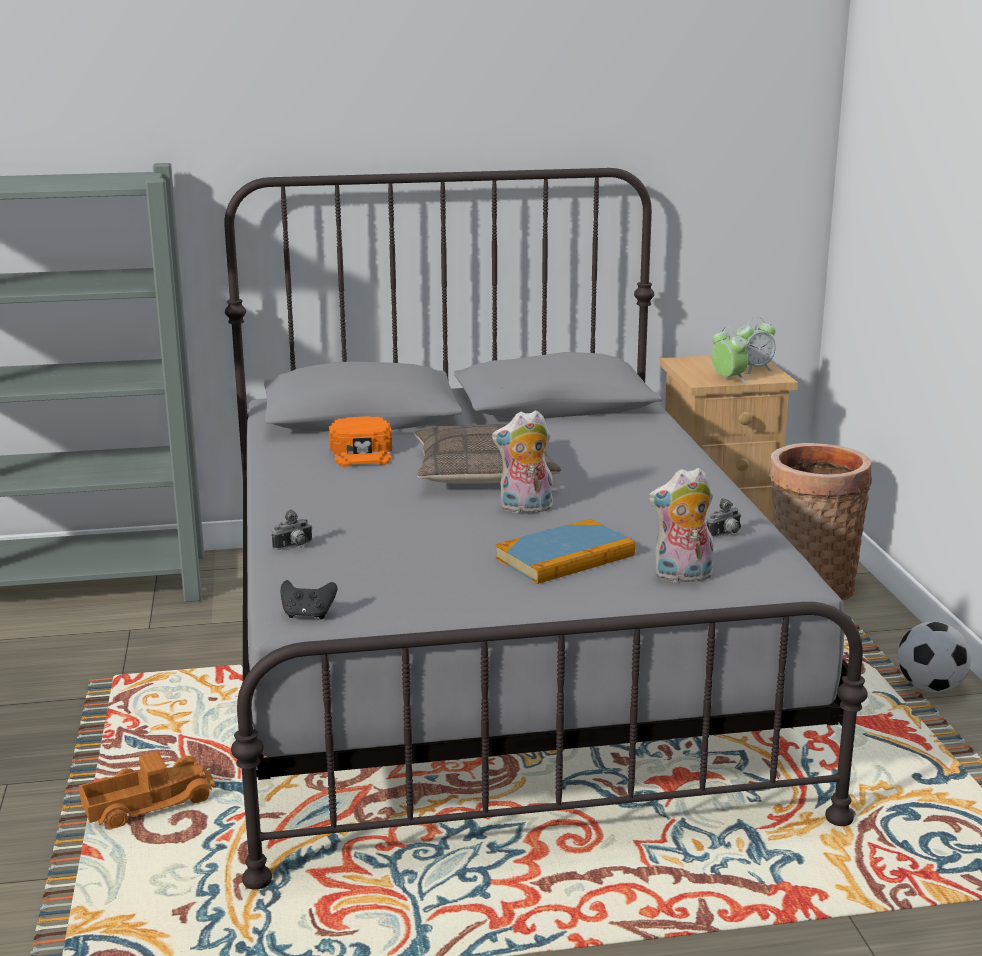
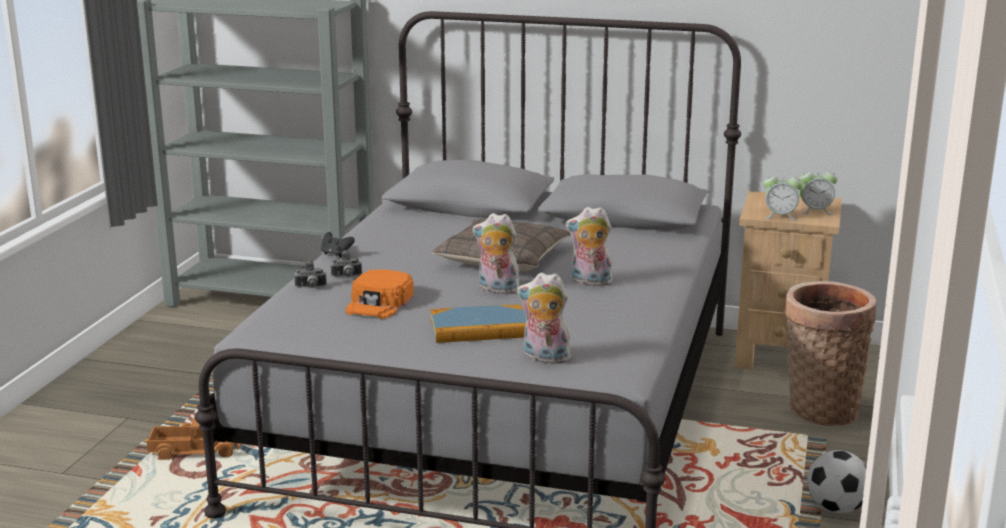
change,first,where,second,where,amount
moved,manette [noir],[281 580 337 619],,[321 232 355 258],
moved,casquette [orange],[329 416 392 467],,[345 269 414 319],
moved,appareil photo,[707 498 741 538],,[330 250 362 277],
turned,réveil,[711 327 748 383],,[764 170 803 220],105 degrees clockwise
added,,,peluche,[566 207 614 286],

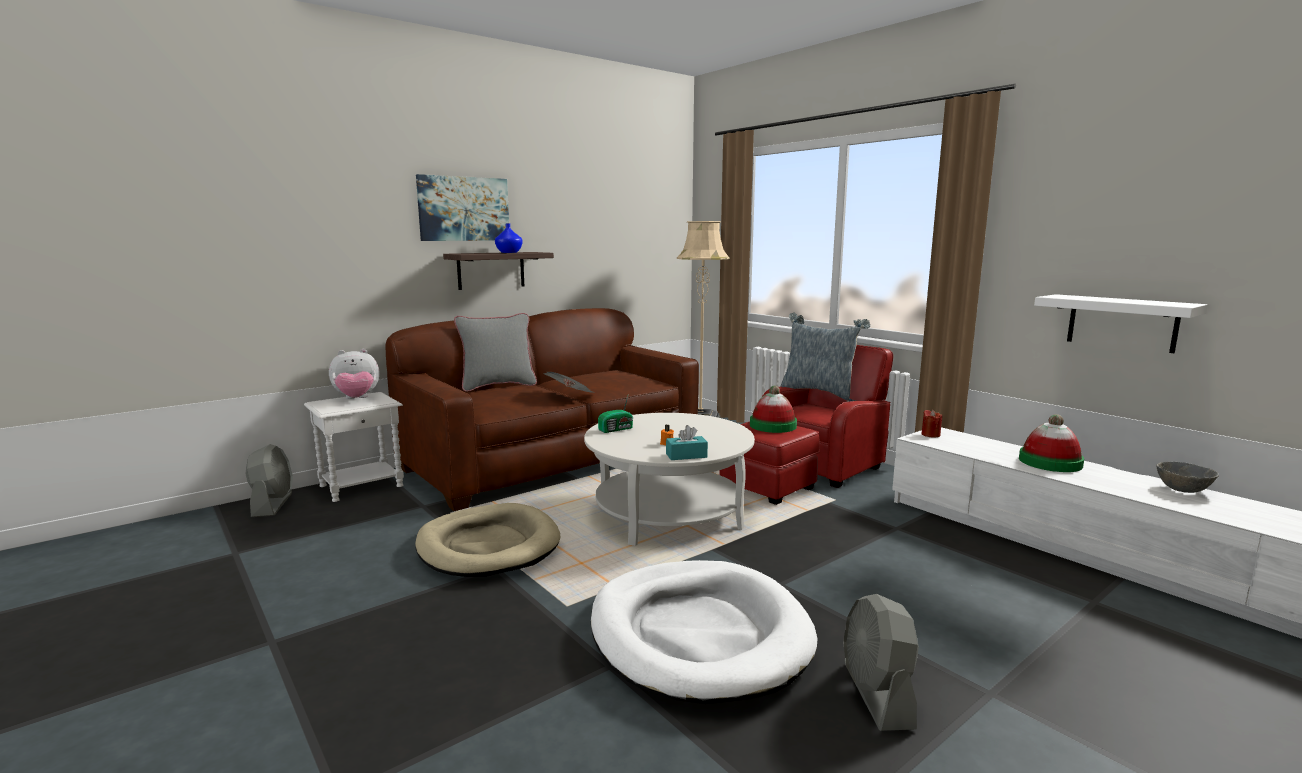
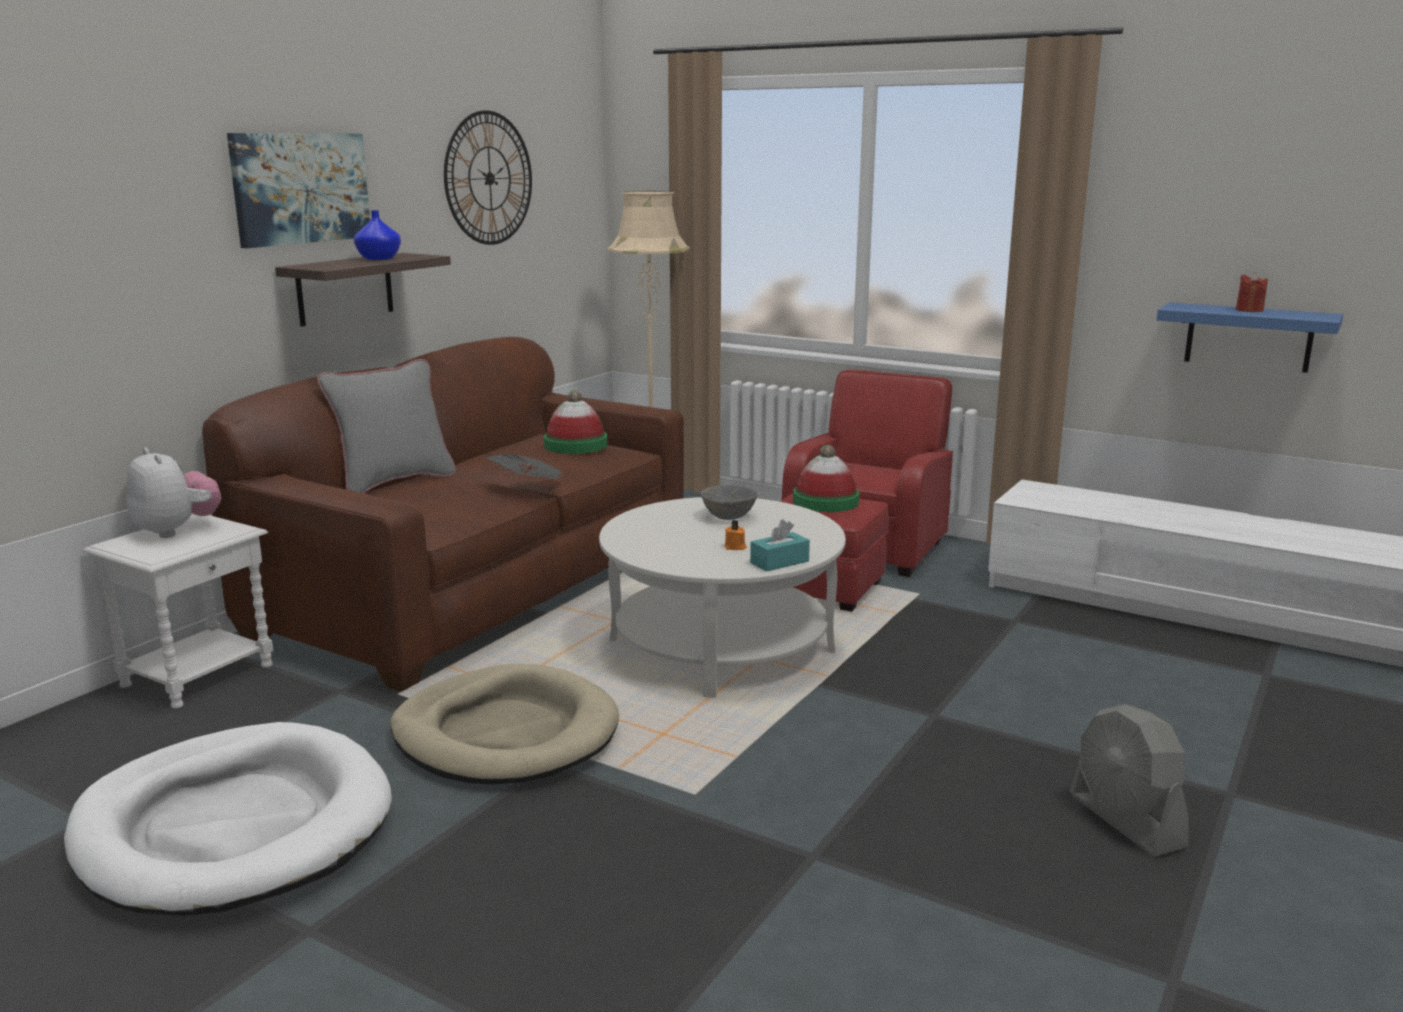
change,first,where,second,where,amount
removed,ventilateur [gris],[245 444 293 517],,,
turned,peluche,[329 349 379 399],,[126 447 222 538],90 degrees counterclockwise
moved,panier pour chien [blanc],[591 560 818 704],,[64 722 392 916],
removed,radio,[598 393 633 433],,,
removed,coussin,[780 312 871 402],,,
moved,bougie [rouge],[921 410 942 438],,[1236 272 1268 312],
moved,chapeau,[1019 414 1084 472],,[544 390 607 454],
recoloured,étagère [blanc],[1034 294 1208 353],étagère [bleu],[1157 302 1343 373],
moved,bol [gris],[1157 461 1219 493],,[701 485 758 520],
added,,,horloge murale,[444 110 532 245],

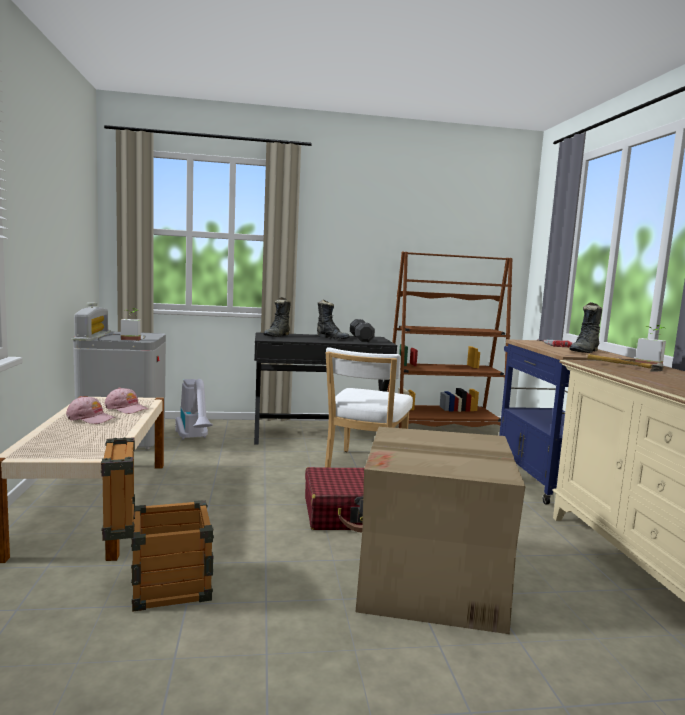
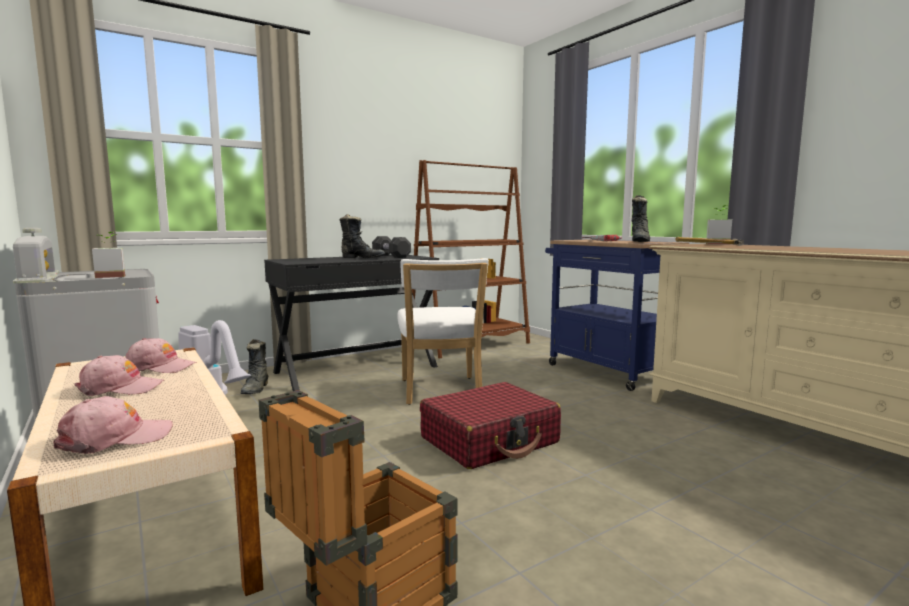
change,first,where,second,where,amount
moved,botte [noir],[263 297 291 337],,[240 339 268 394],
removed,carton,[356 427 525 634],,,
added,,,casquette [rose],[54 396 173 454],

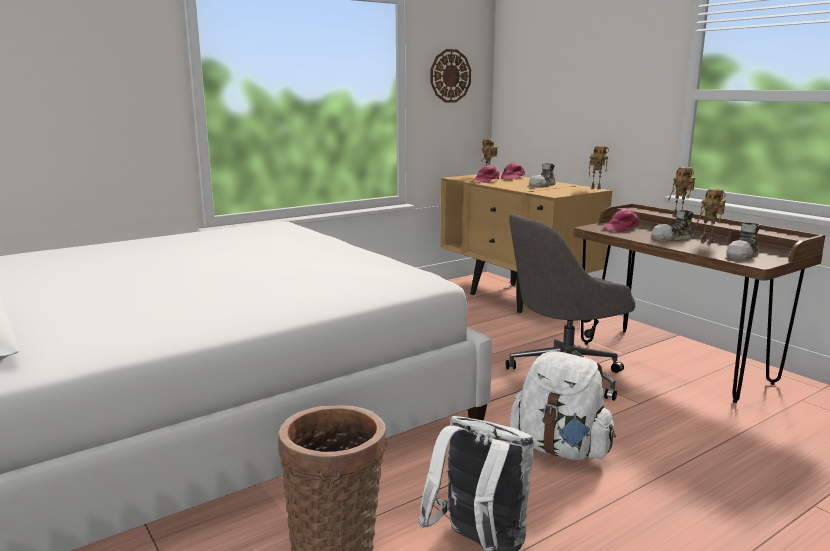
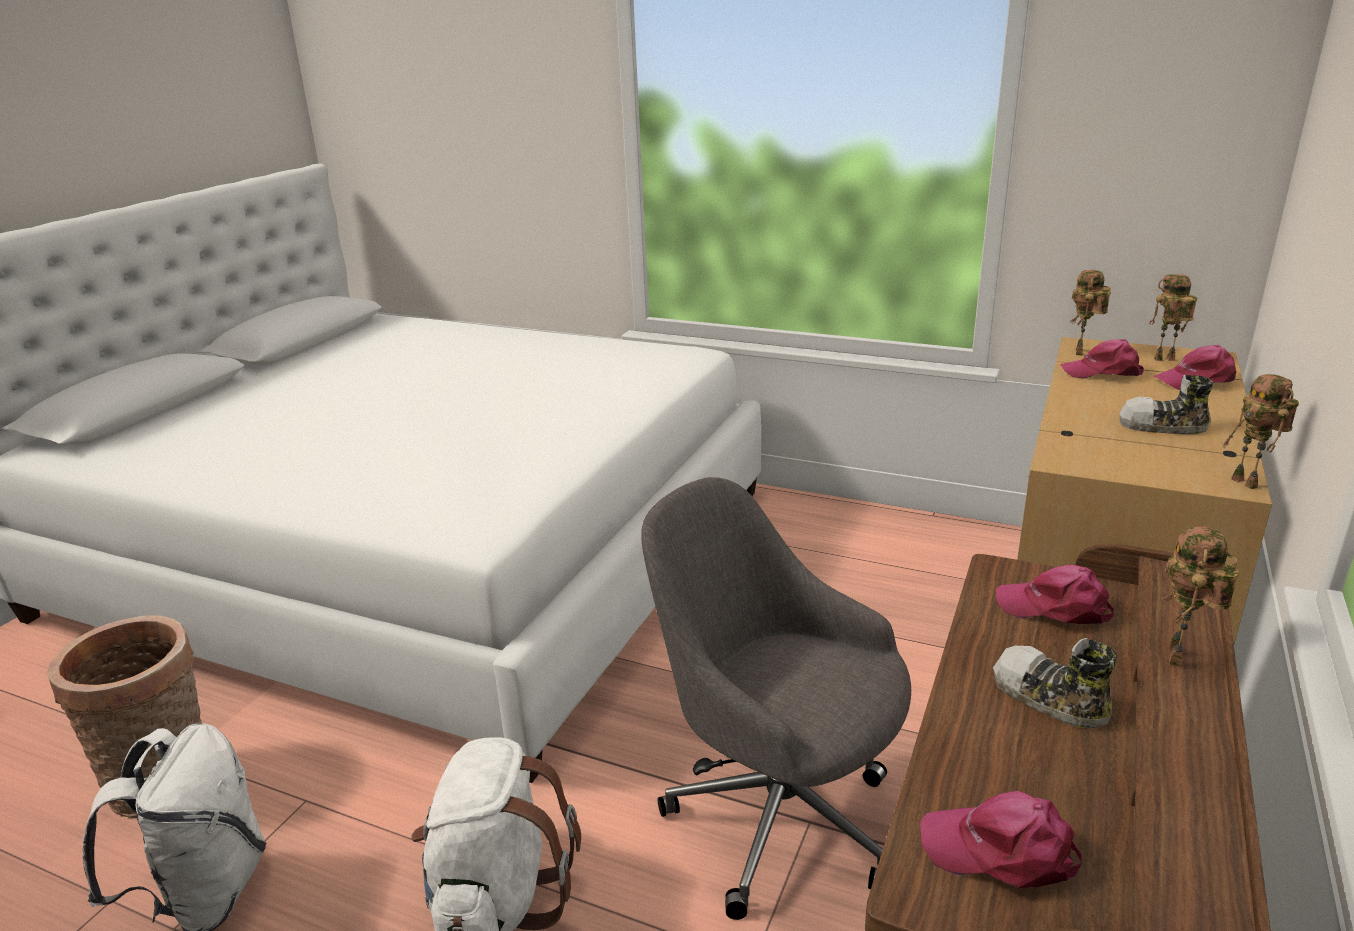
change,first,where,second,where,amount
removed,horloge murale,[431 49 471 103],,,
moved,robot jouet,[696 188 726 244],,[1070 270 1111 356],
replaced,chaussure,[726 223 760 260],casquette [rose],[920 791 1082 889],

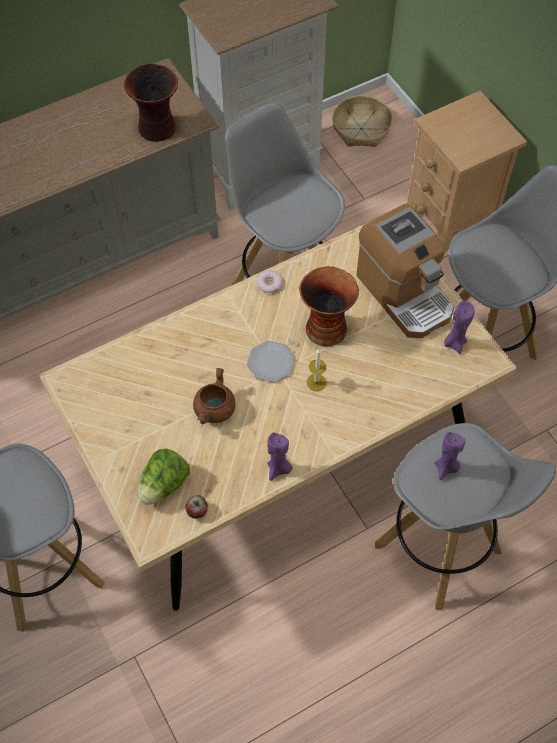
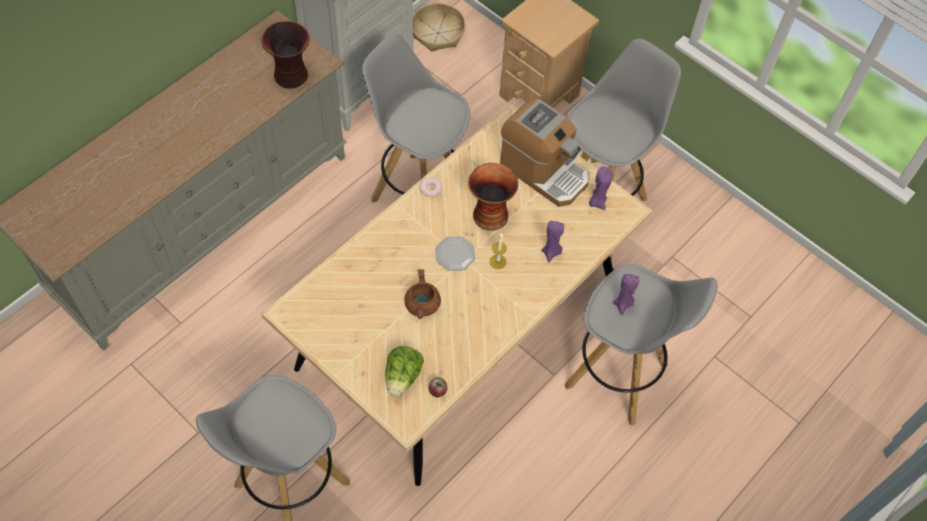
change,first,where,second,where,amount
moved,bougie [violet],[267 433 293 481],,[541 221 564 262],

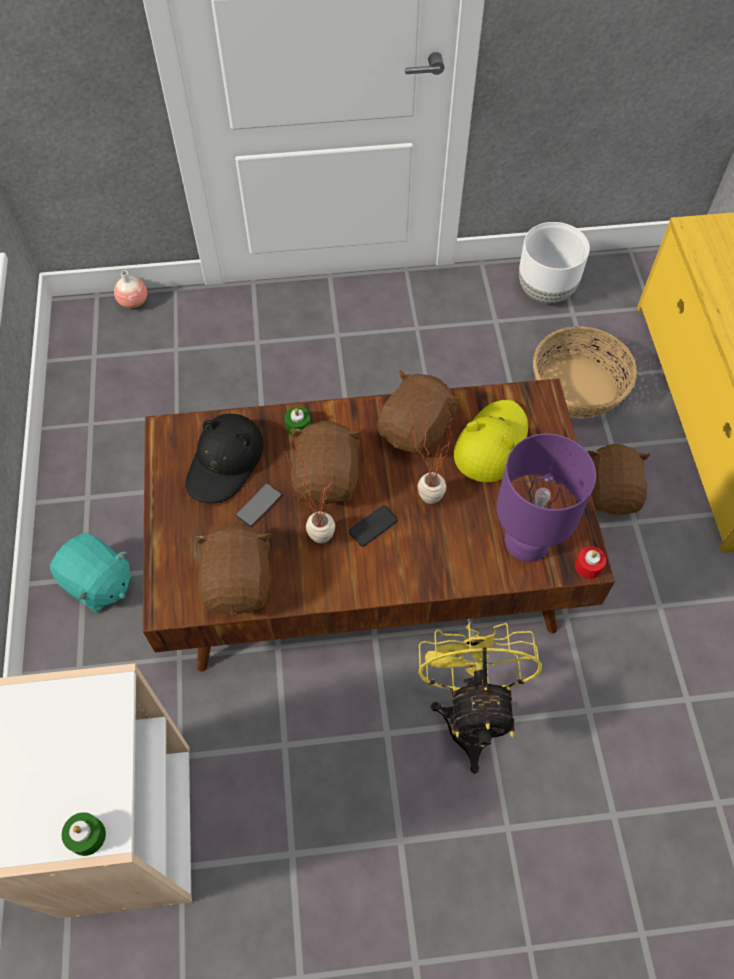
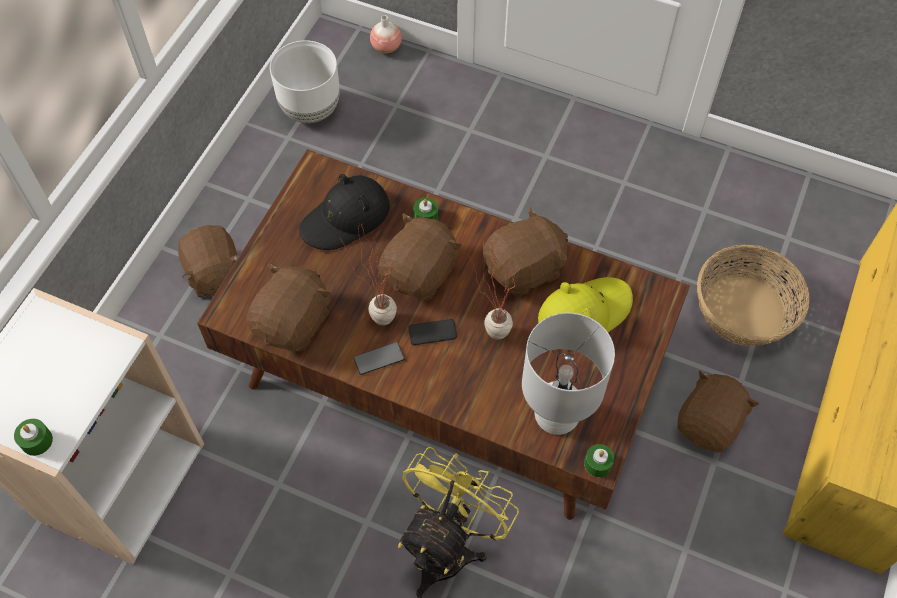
change,first,where,second,where,amount
recoloured,peluche [turquoise],[50 533 132 613],peluche [marron],[178 225 239 297],
moved,téléphone,[236 483 282 527],,[354 342 405 375],
recoloured,lampe de table [violet],[496 434 596 562],lampe de table [gris],[522 312 615 435],
moved,cache-pot [blanc],[519 222 590 303],,[270 40 340 123],
recoloured,bougie [rouge],[575 546 606 579],bougie [vert],[584 444 614 477],

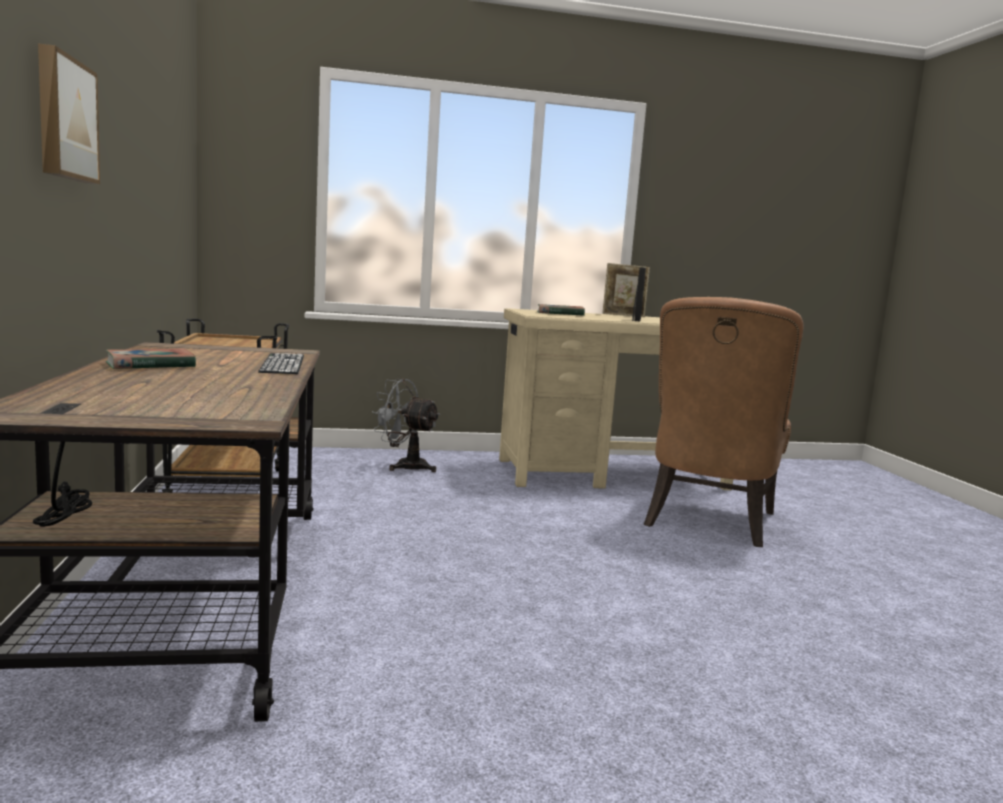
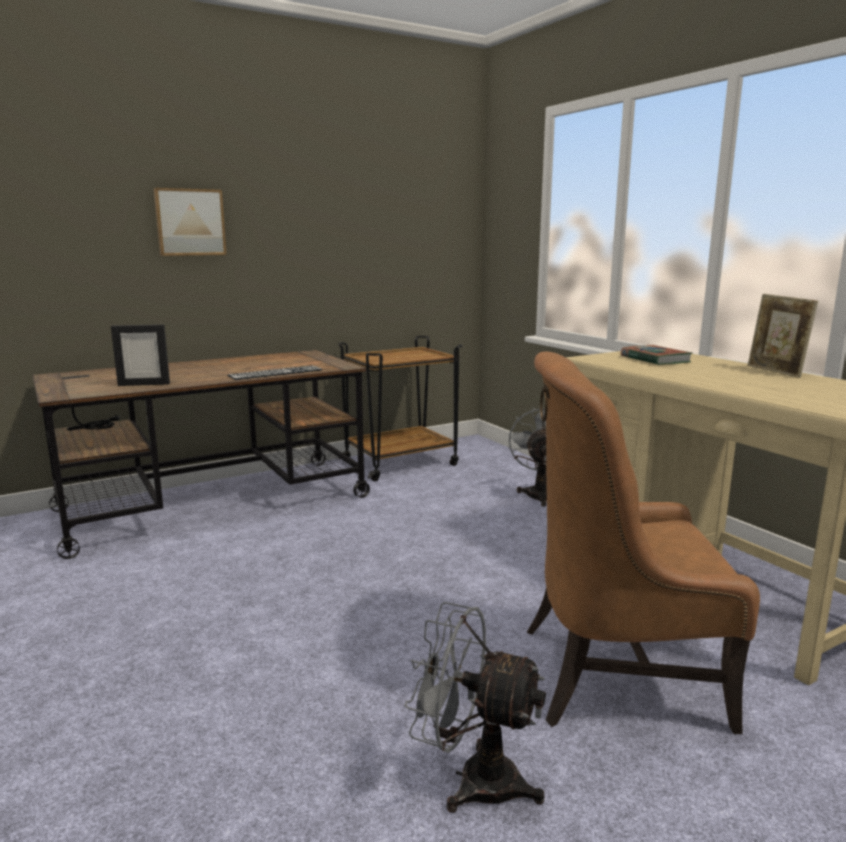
change,first,where,second,where,amount
removed,livre,[106 348 196 369],,,
moved,cadre photo,[632 267 646 322],,[111 324 170 386],
added,,,ventilateur [gris],[404 602 546 813],

